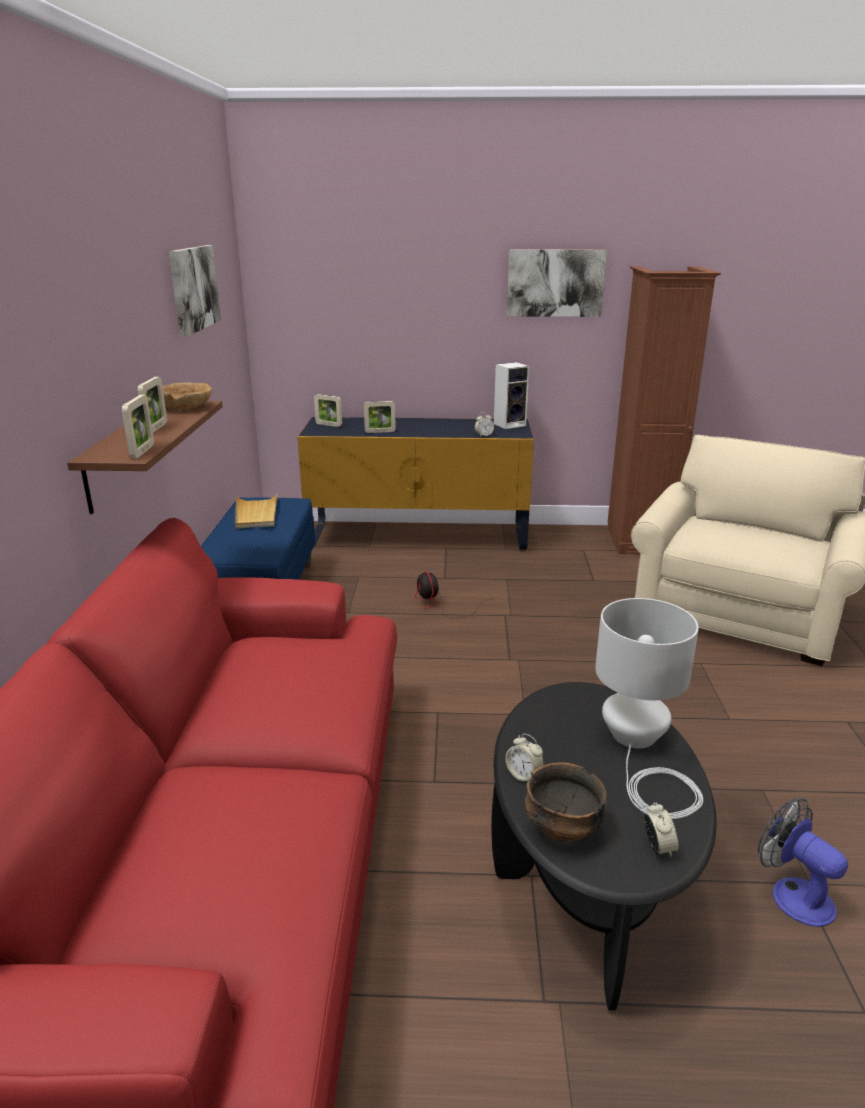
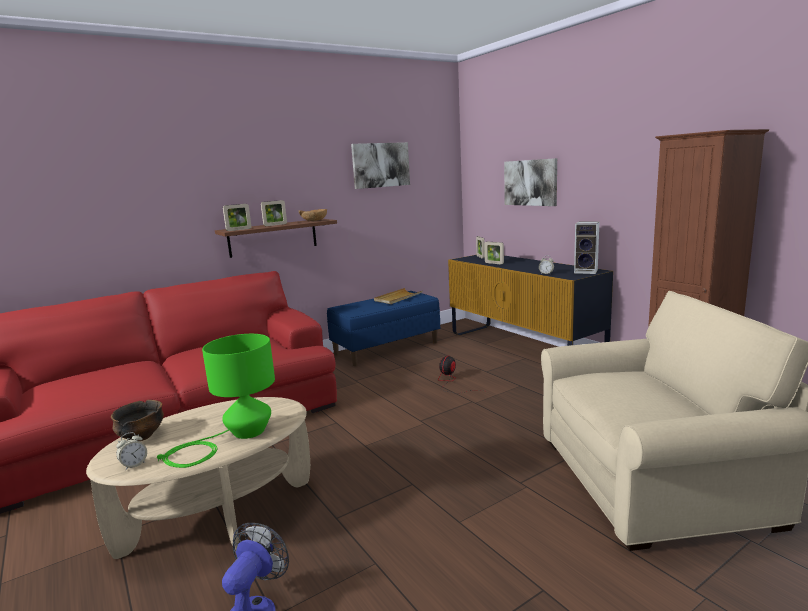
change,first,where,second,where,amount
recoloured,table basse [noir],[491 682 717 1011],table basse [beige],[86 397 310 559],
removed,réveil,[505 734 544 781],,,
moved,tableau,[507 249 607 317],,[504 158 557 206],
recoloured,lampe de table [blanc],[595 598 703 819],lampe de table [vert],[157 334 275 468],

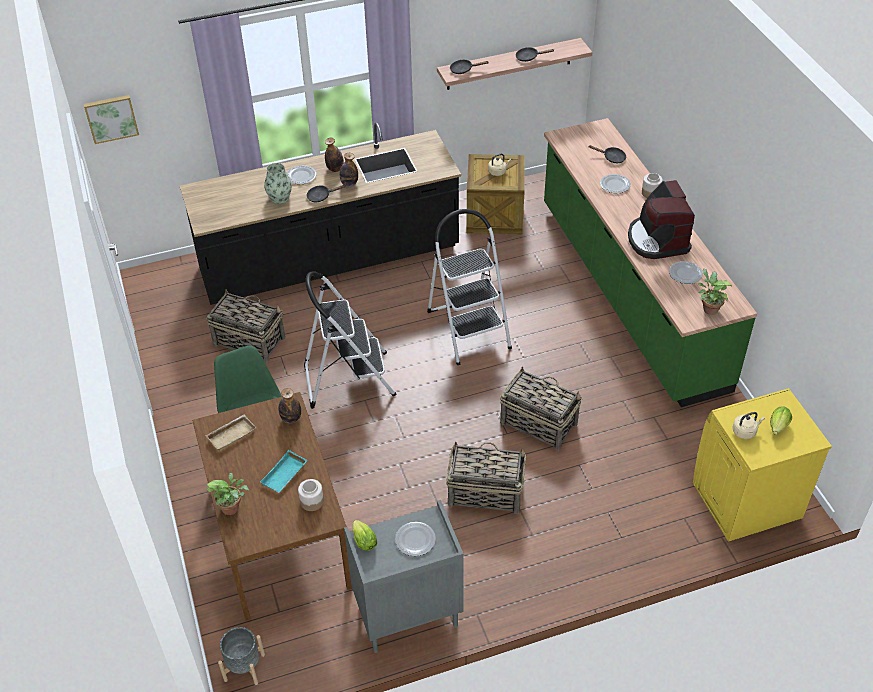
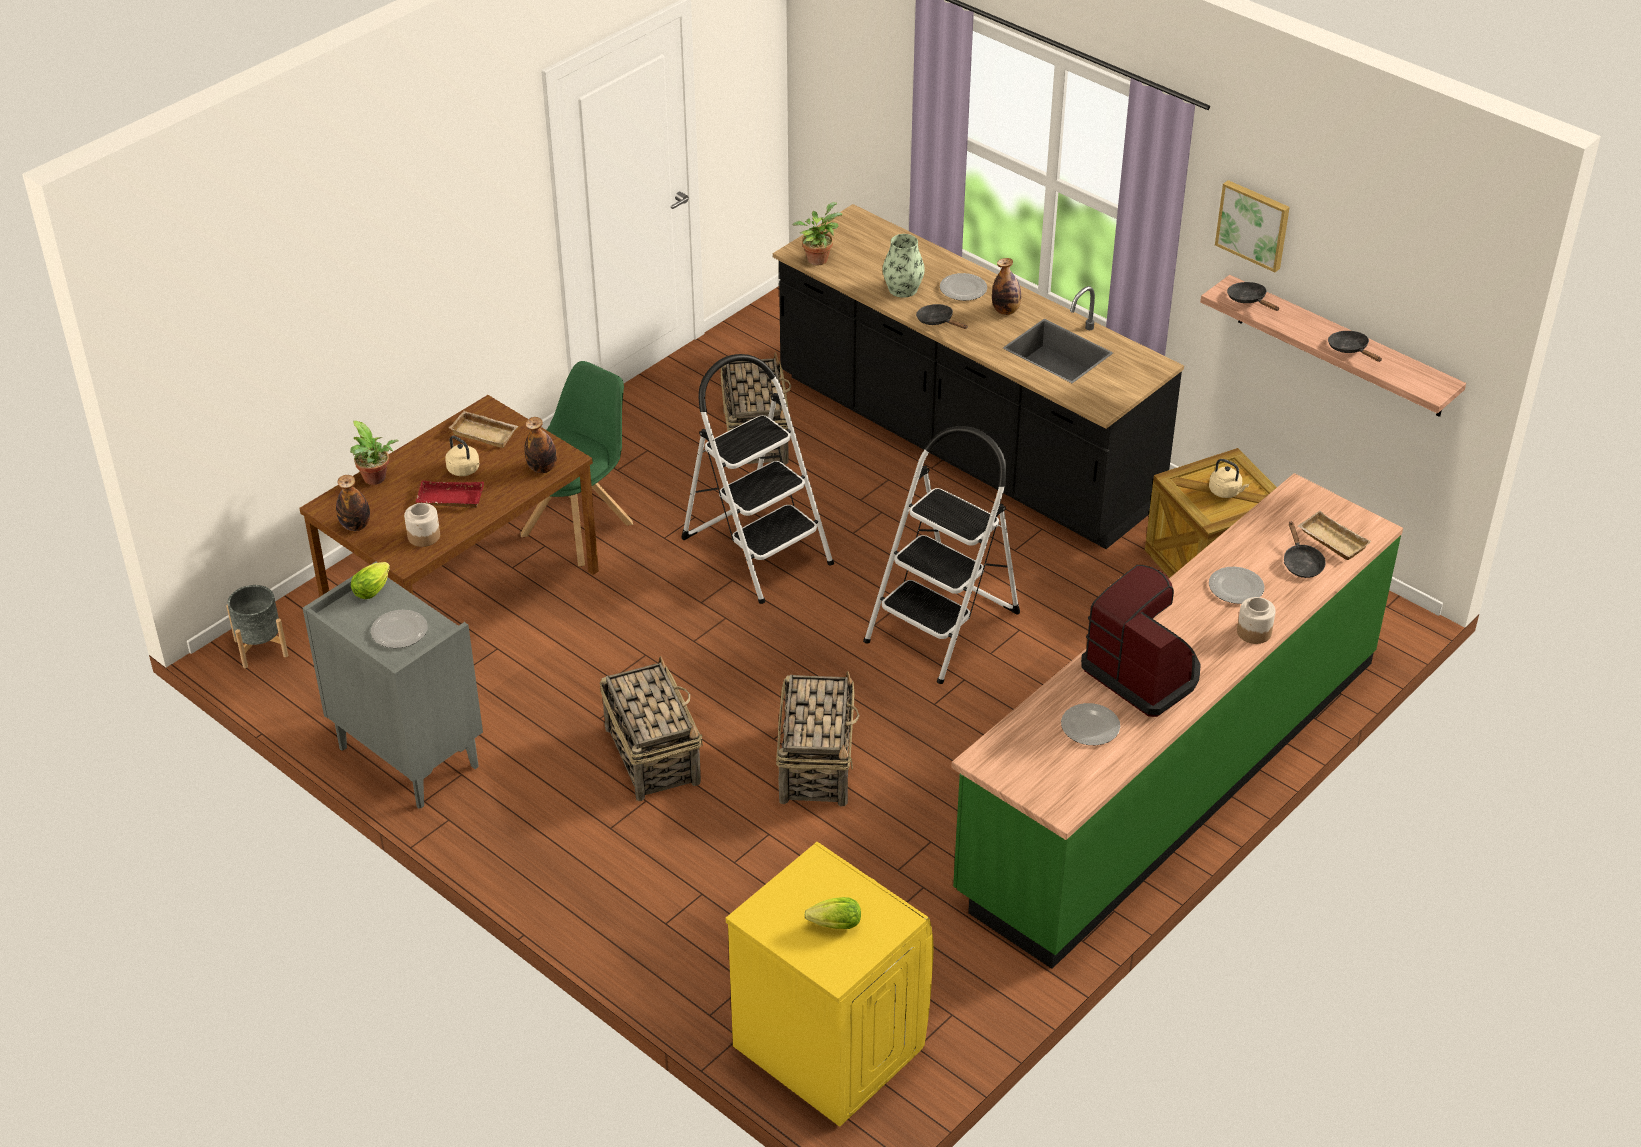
change,first,where,second,where,amount
moved,tableau,[84 95 139 144],,[1215 180 1290 272],
recoloured,plateau [turquoise],[260 450 308 493],plateau [rouge],[416 480 484 508],
moved,bouteille,[340 153 358 187],,[336 475 370 531],
turned,machine à café,[628 180 695 259],,[1081 565 1201 717],90 degrees clockwise
moved,plante en pot,[698 268 732 315],,[793 202 842 265],
moved,bouilloire [beige],[732 412 765 439],,[445 436 479 476],
added,,,plateau [beige],[1298 511 1371 560],

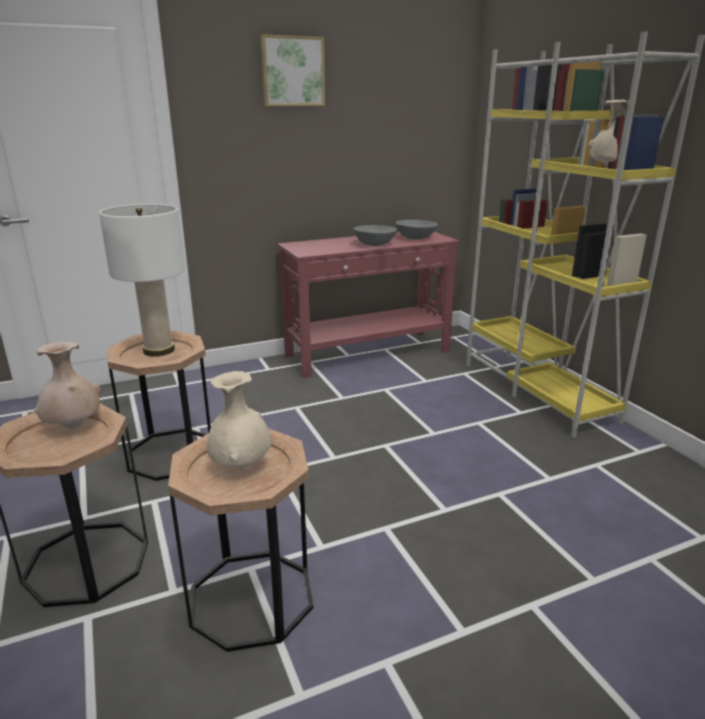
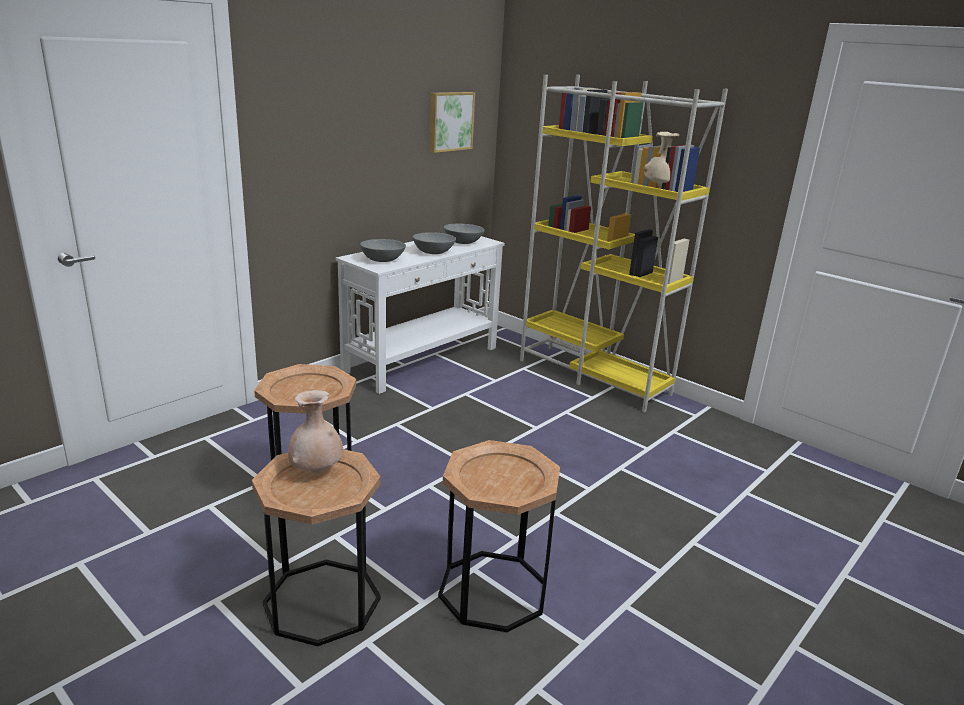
change,first,where,second,where,amount
removed,lampe de table [blanc],[99 204 185 357],,,
removed,vase [beige],[207 371 272 468],,,
moved,tableau,[260 34 325 106],,[429 92 475 153],
recoloured,table console [rouge],[278 232 459 378],table console [blanc],[336 236 505 394],
added,,,bol [gris],[360 239 406 262],

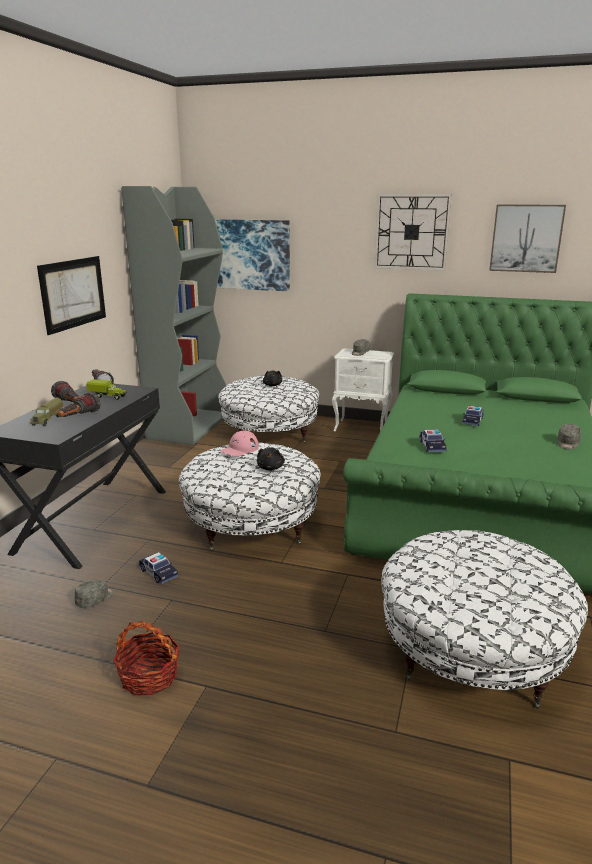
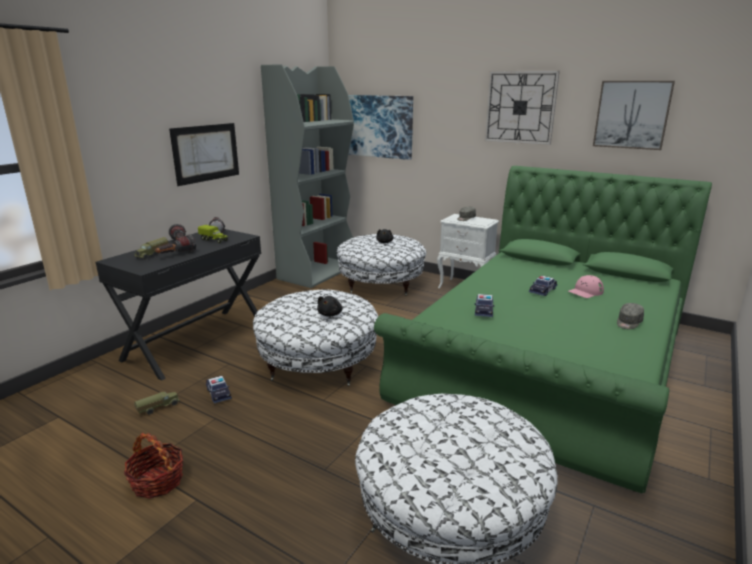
change,first,where,second,where,amount
replaced,casquette [gris],[74 580 114 608],camion jouet,[134 392 180 415],
moved,casquette [rose],[220 431 259 457],,[568 275 604 298],

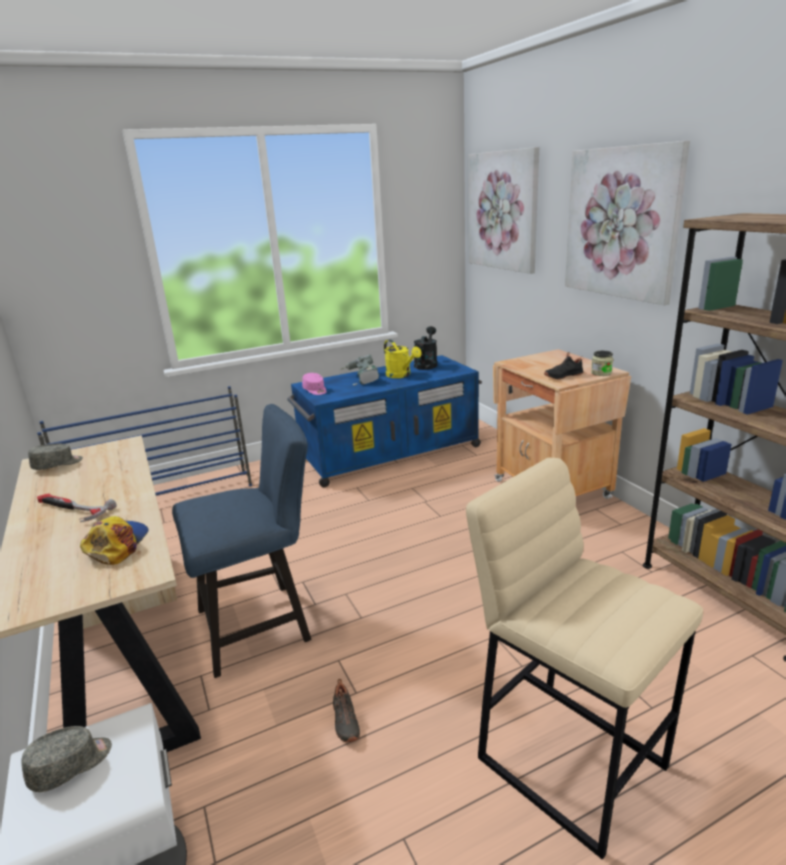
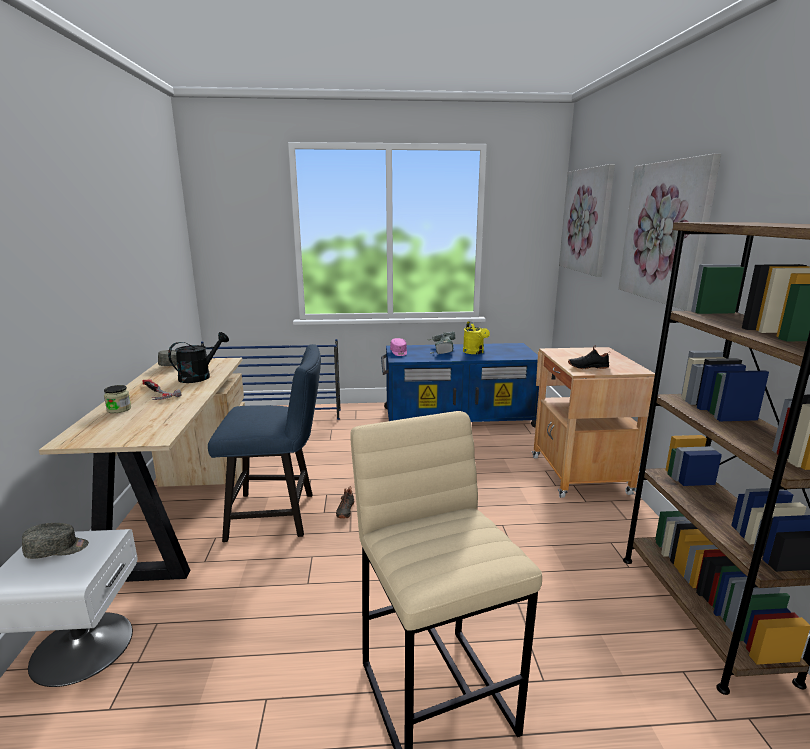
change,first,where,second,where,amount
removed,casquette,[80 516 149 565],,,
moved,chaussure [noir],[333 679 360 742],,[336 486 354 519],
moved,arrosoir [noir],[414 326 437 370],,[168 332 229 383],
moved,bocal,[591 351 613 376],,[104 385 131 413],

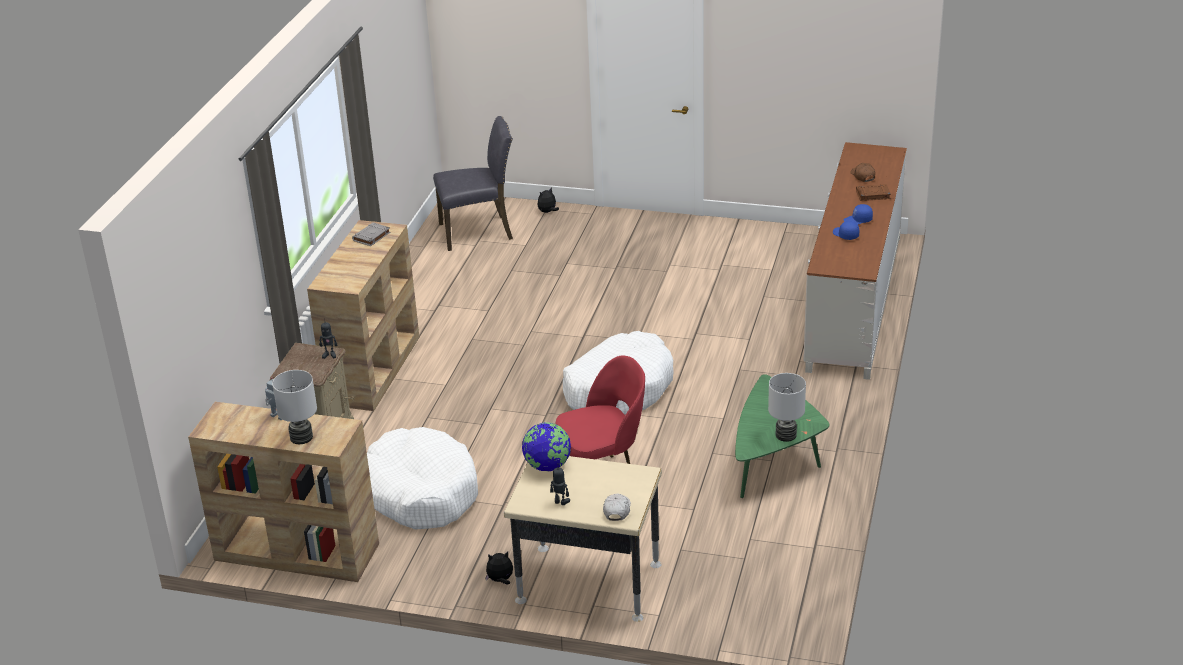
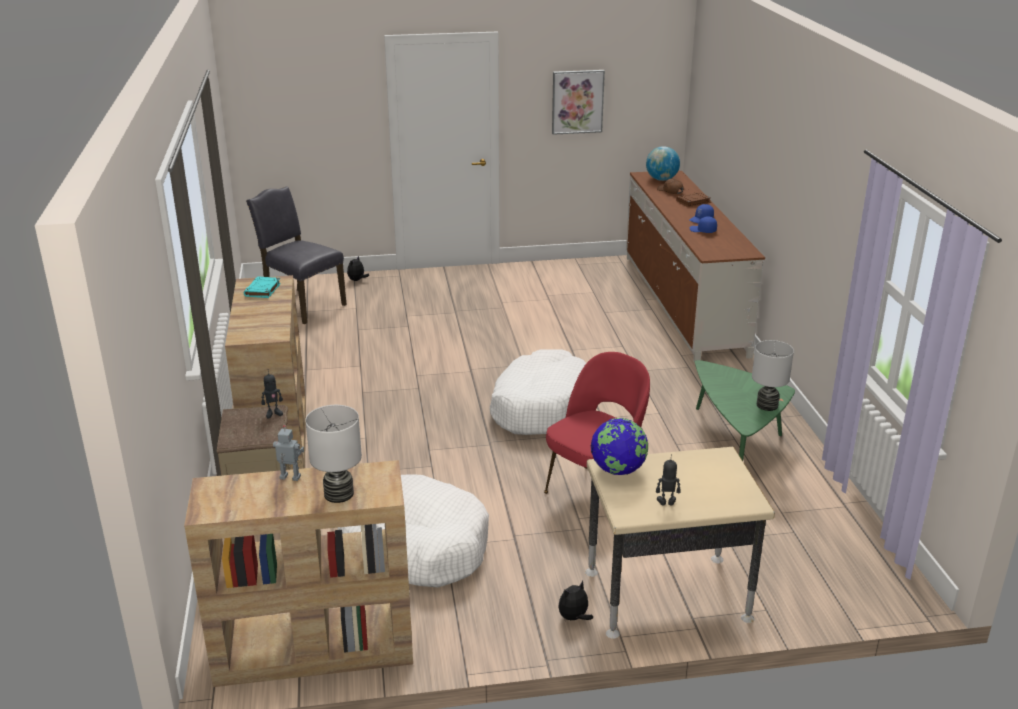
change,first,where,second,where,amount
recoloured,livre [gris],[352 222 390 246],livre [turquoise],[244 276 281 298],
turned,chaise [gris],[433 116 513 251],,[246 186 347 324],105 degrees counterclockwise
removed,casquette [blanc],[603 493 631 521],,,
added,,,tableau,[552 70 605 135],
added,,,globe,[646 146 680 181],

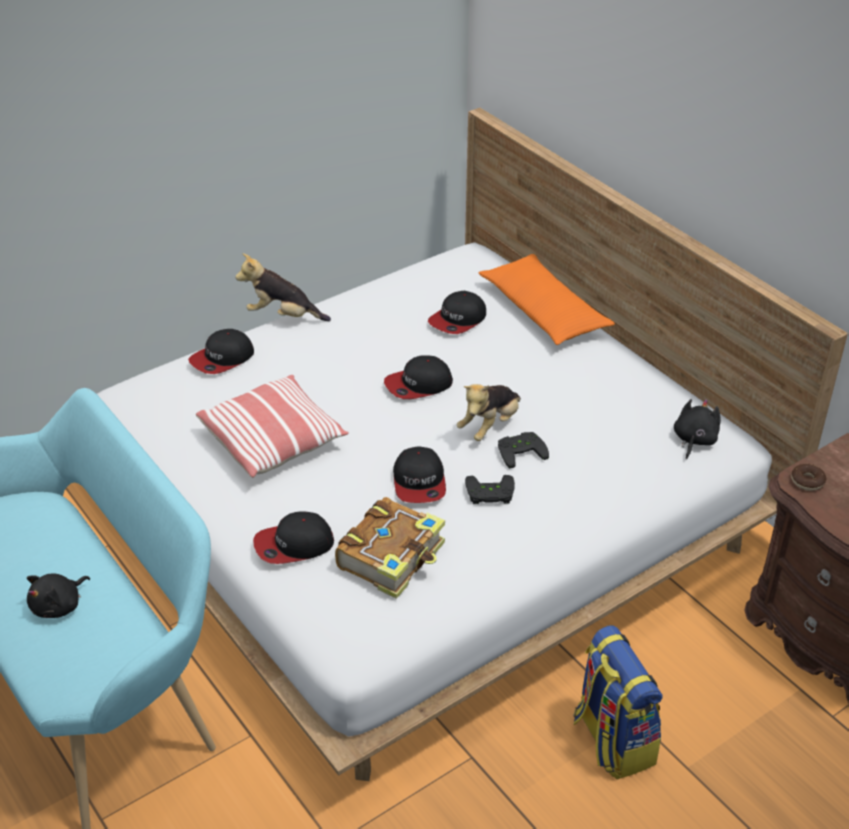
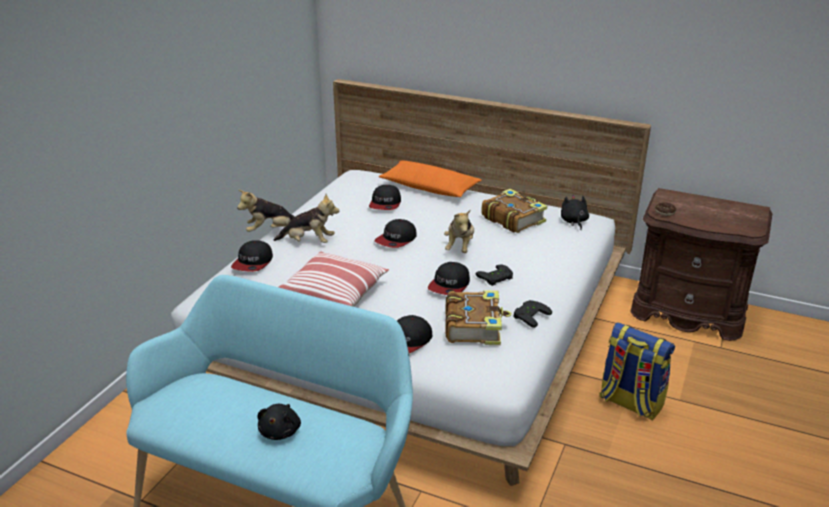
change,first,where,second,where,amount
turned,casquette,[393 447 446 503],,[428 262 470 295],60 degrees clockwise
moved,manette [noir],[498 432 549 469],,[513 300 552 328],
added,,,peluche,[273 194 339 243],
added,,,livre,[482 189 547 233],

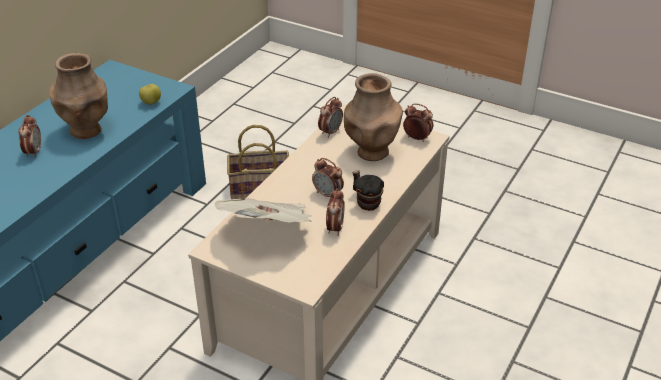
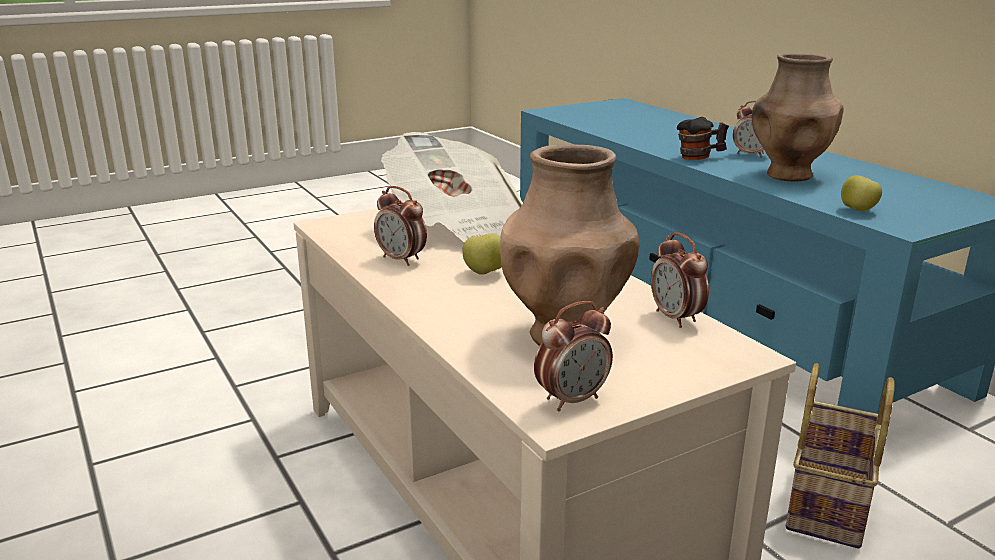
change,first,where,second,where,amount
replaced,réveil,[312 158 344 197],pomme,[462 234 502 275],
moved,mug,[353 170 384 211],,[677 117 729 160],

